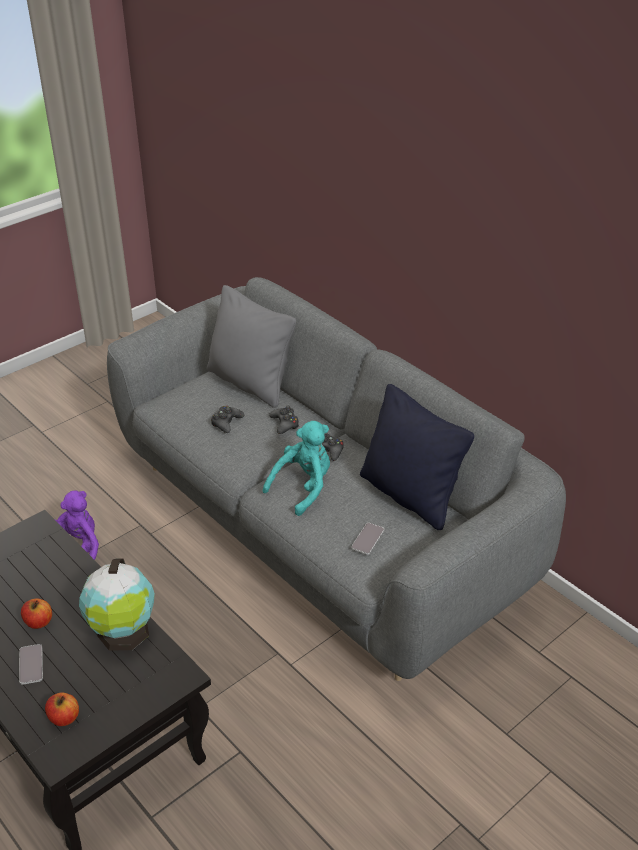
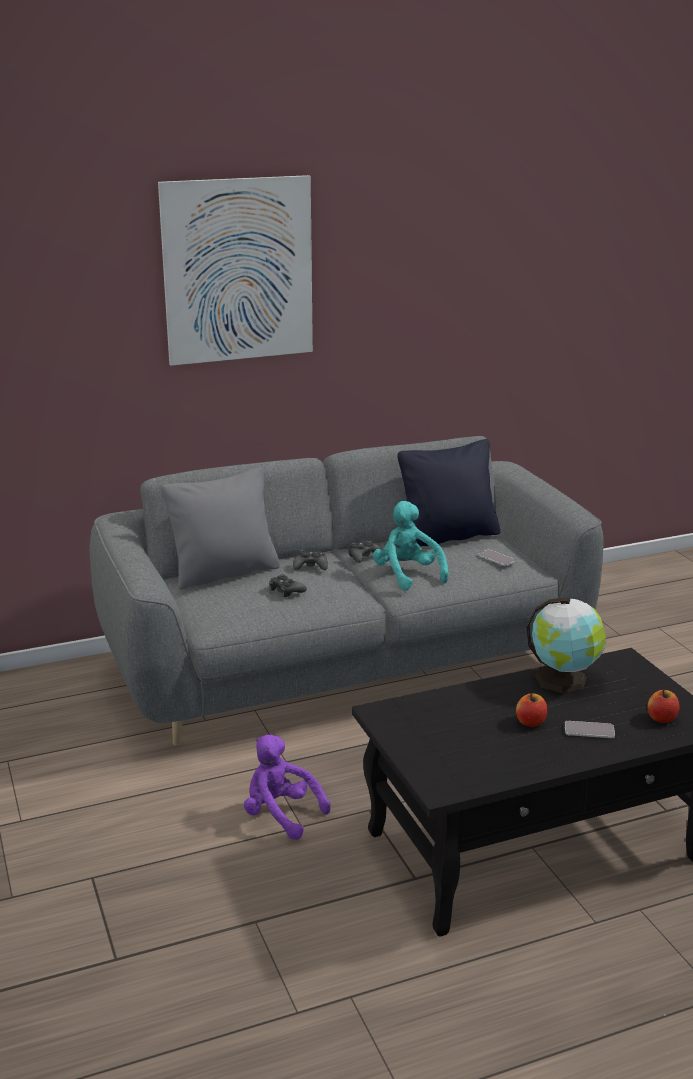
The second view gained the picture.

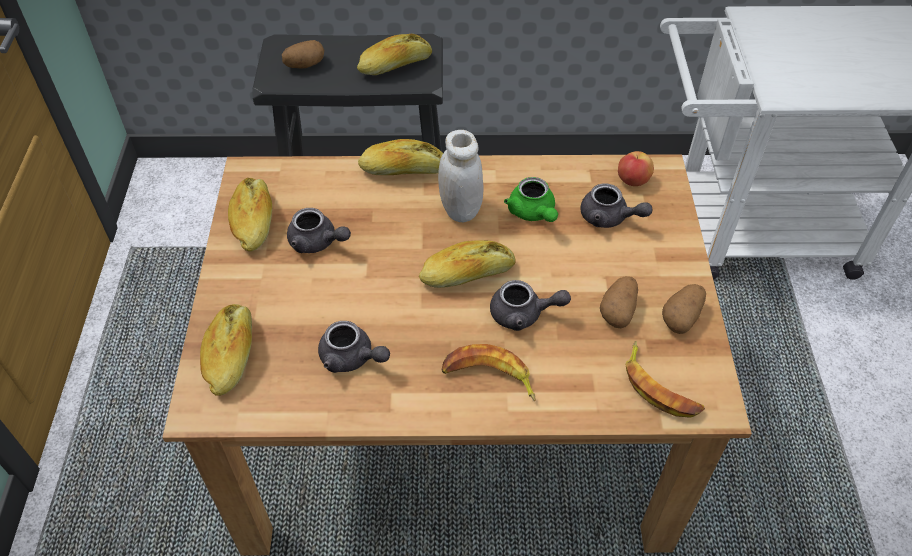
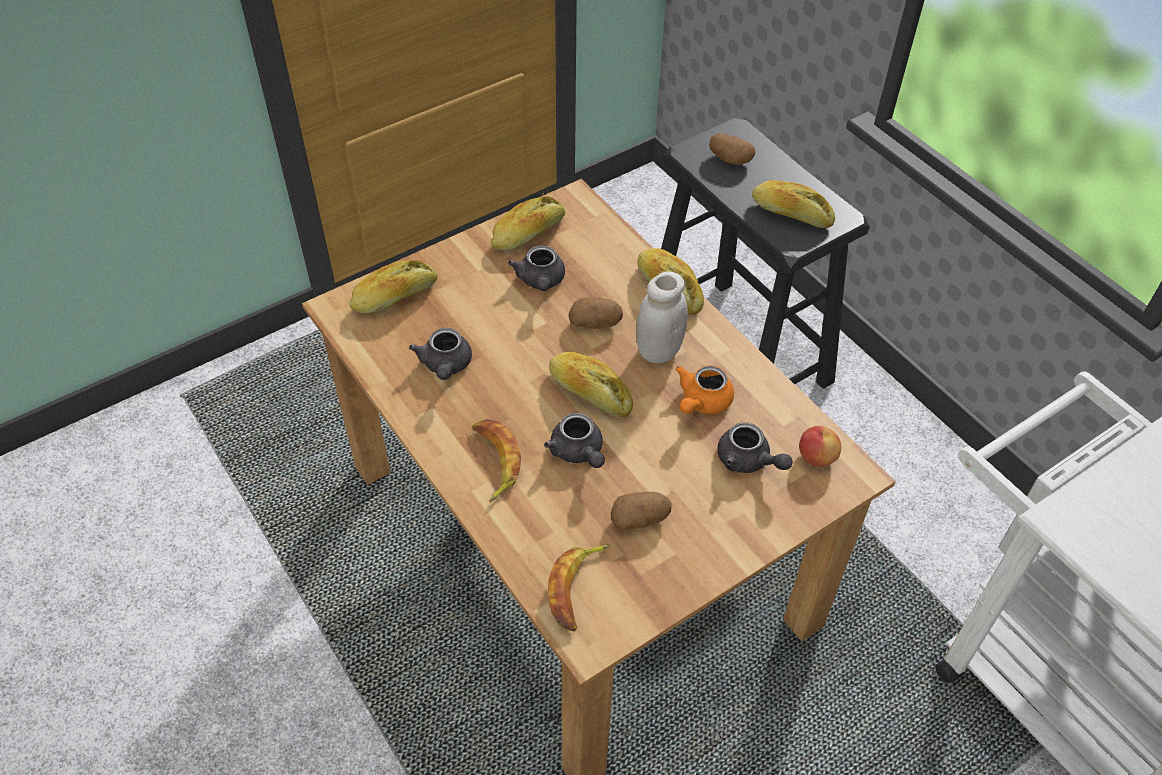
The potato (no. 3 from left in the first image) ended up elsewhere. What was the green teapot turned into the orange teapot. The grey teapot (no. 4 from left) ended up facing another way, 45 degrees counterclockwise from before.

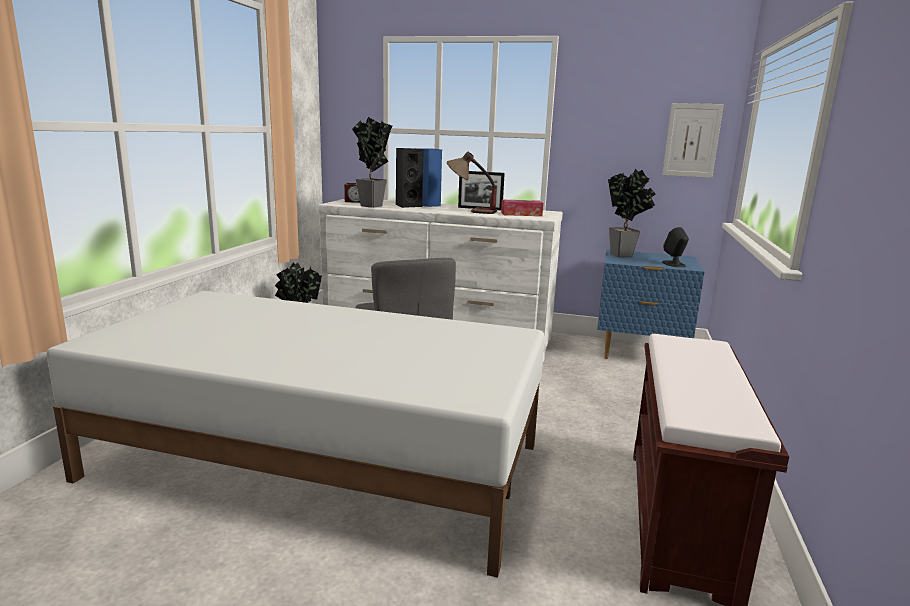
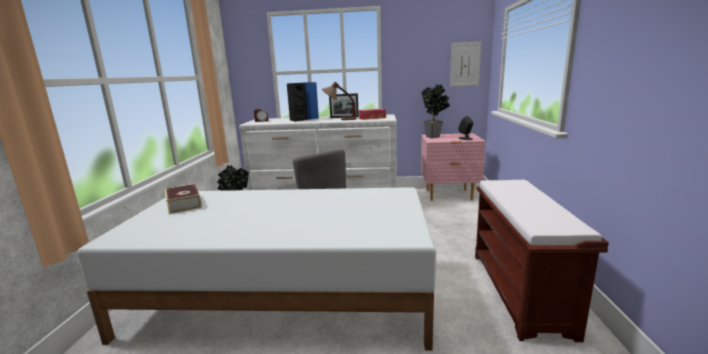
The second view gained the book. What was the blue nightstand turned into the pink nightstand. The second view lost the potted plant (no. 2 from left).

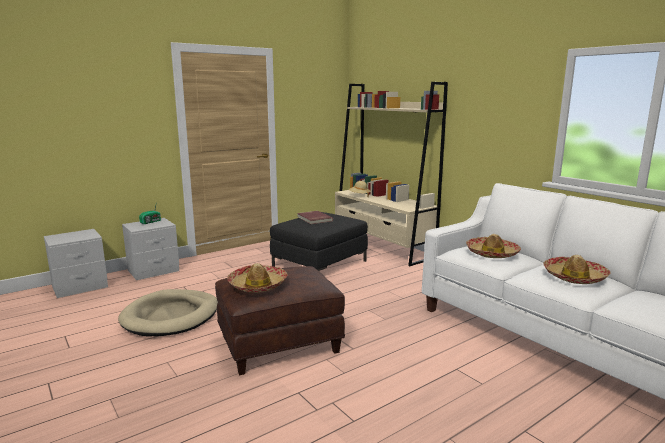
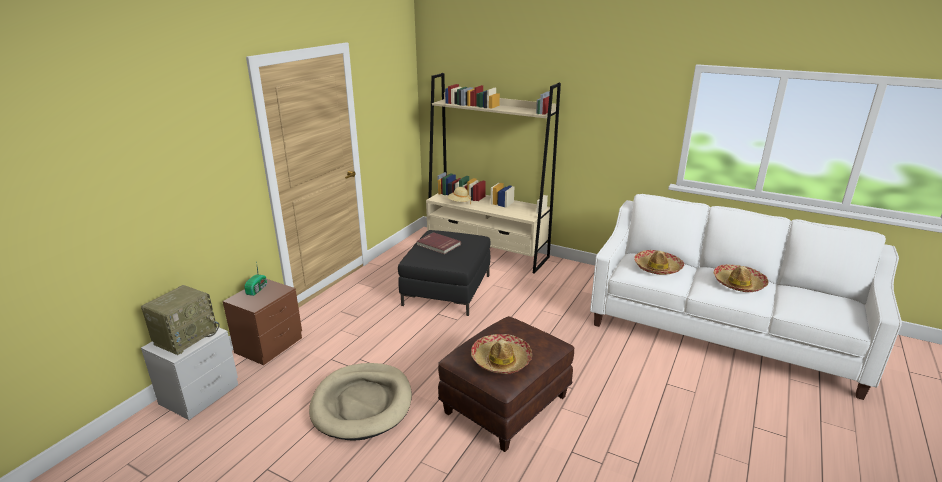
The second view gained the radio (no. 1 from left). What was the grey nightstand (no. 2 from left) turned into the brown nightstand.

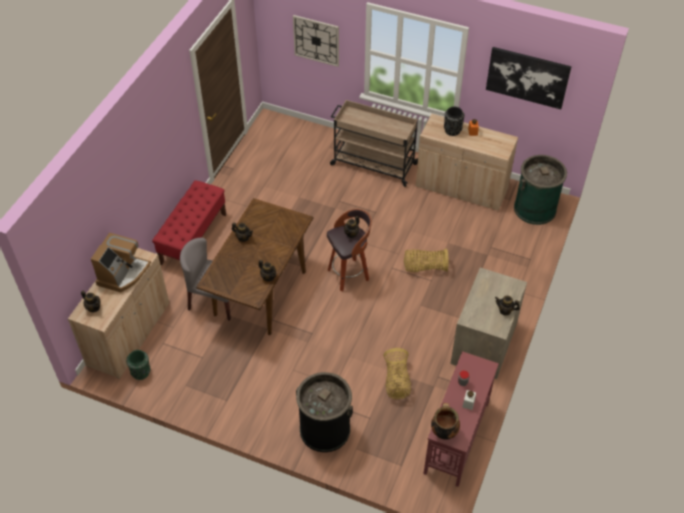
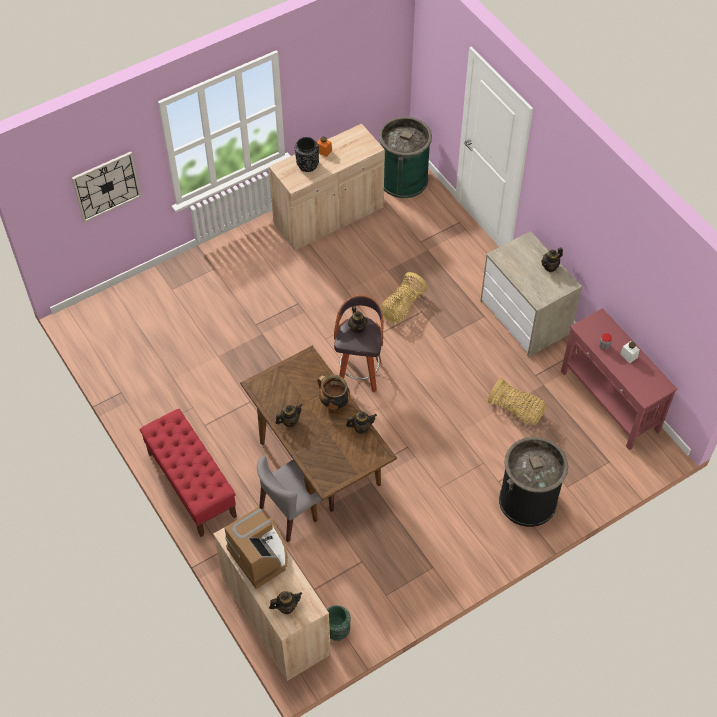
The cooking pot ended up elsewhere. The second view lost the beige cart. The second view lost the picture.

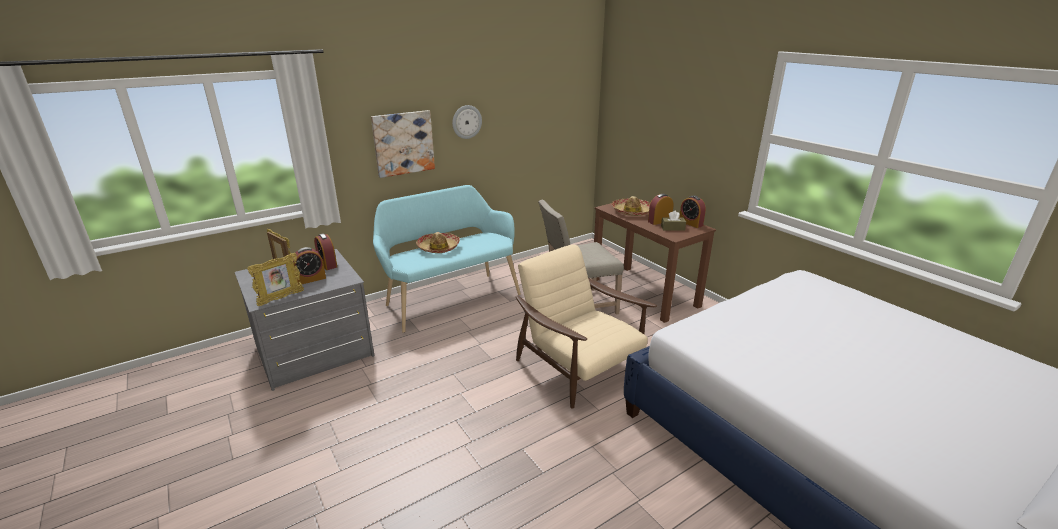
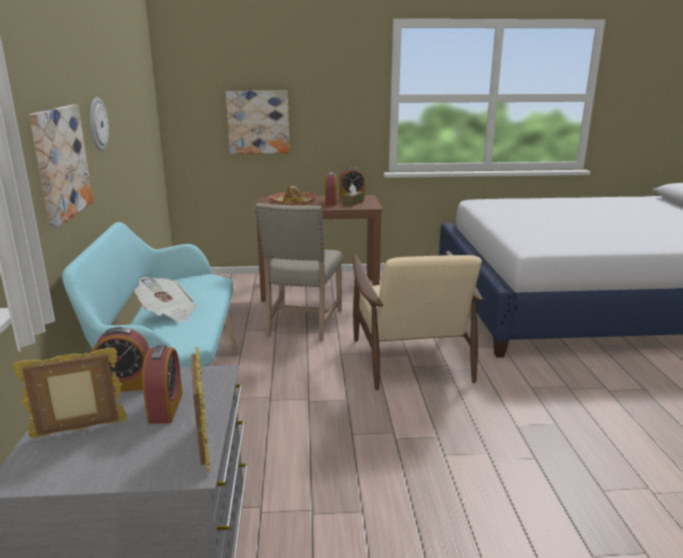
Where the hat (no. 1 from left) stood, the newspaper came to stand. The second view gained the picture (no. 2 from left). The beige armchair ended up facing another way, 90 degrees counterclockwise from before.

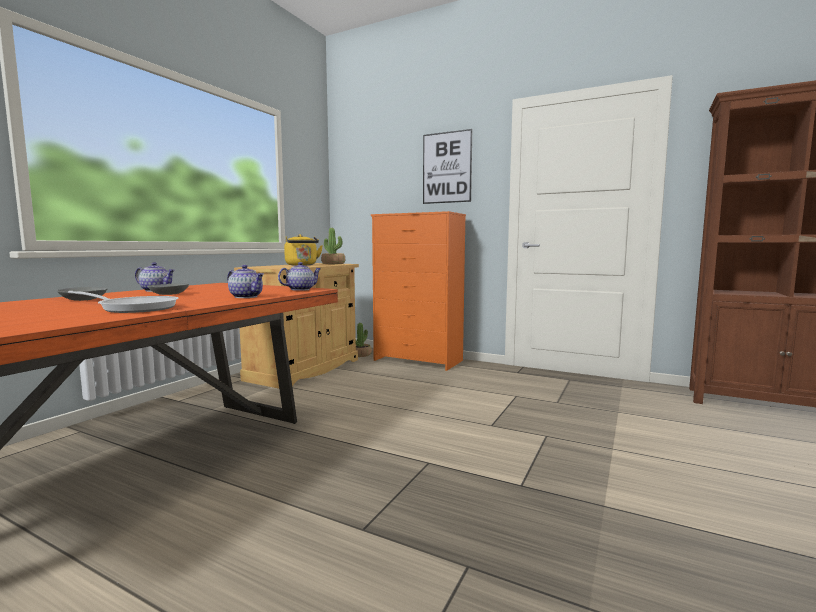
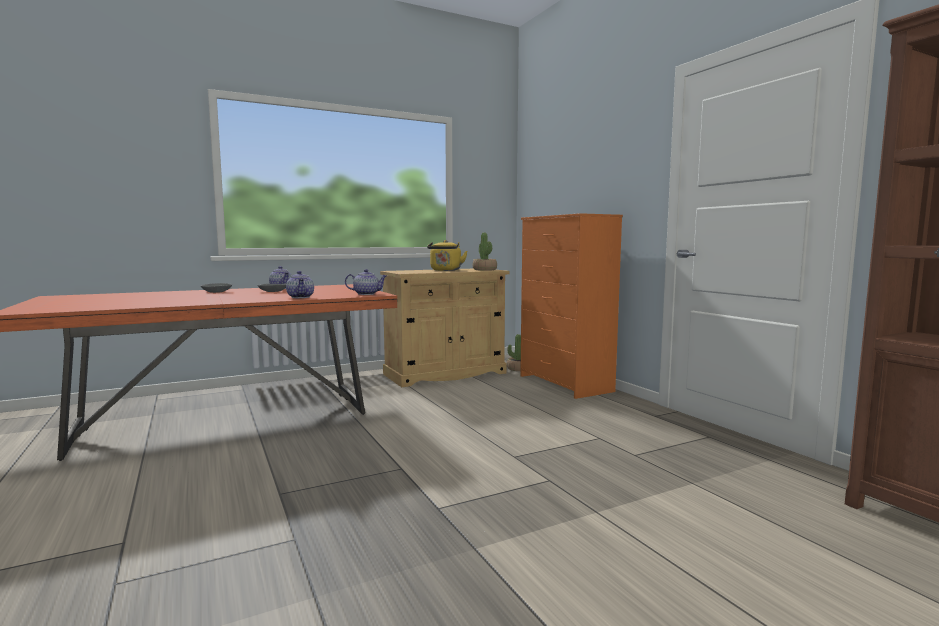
The second view lost the frying pan. The second view lost the picture.

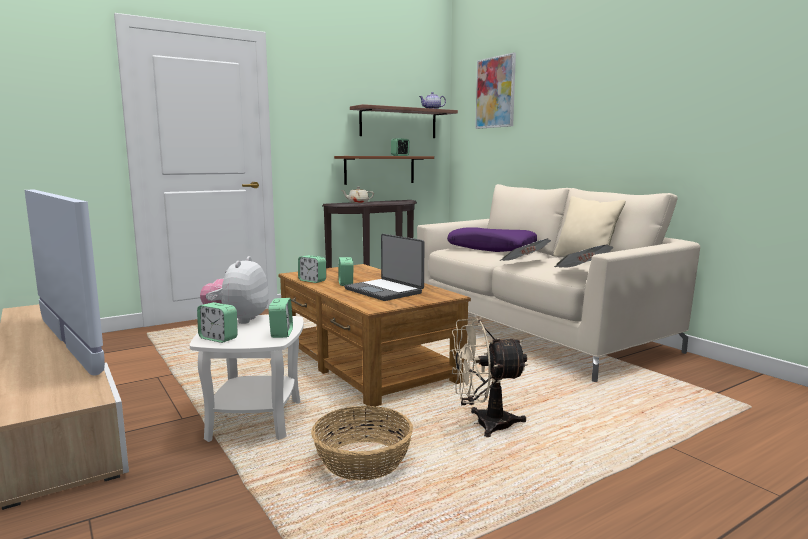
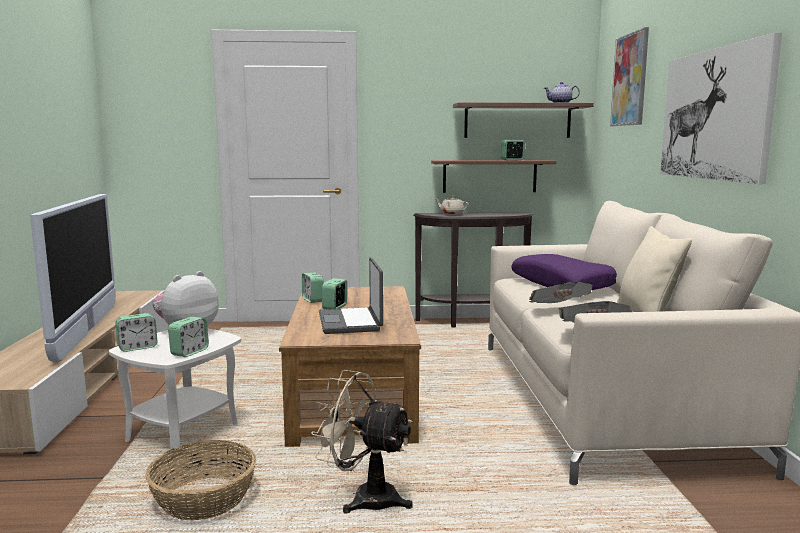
The alarm clock (no. 1 from left) ended up facing another way, 90 degrees counterclockwise from before. The second view gained the picture (no. 2 from left).

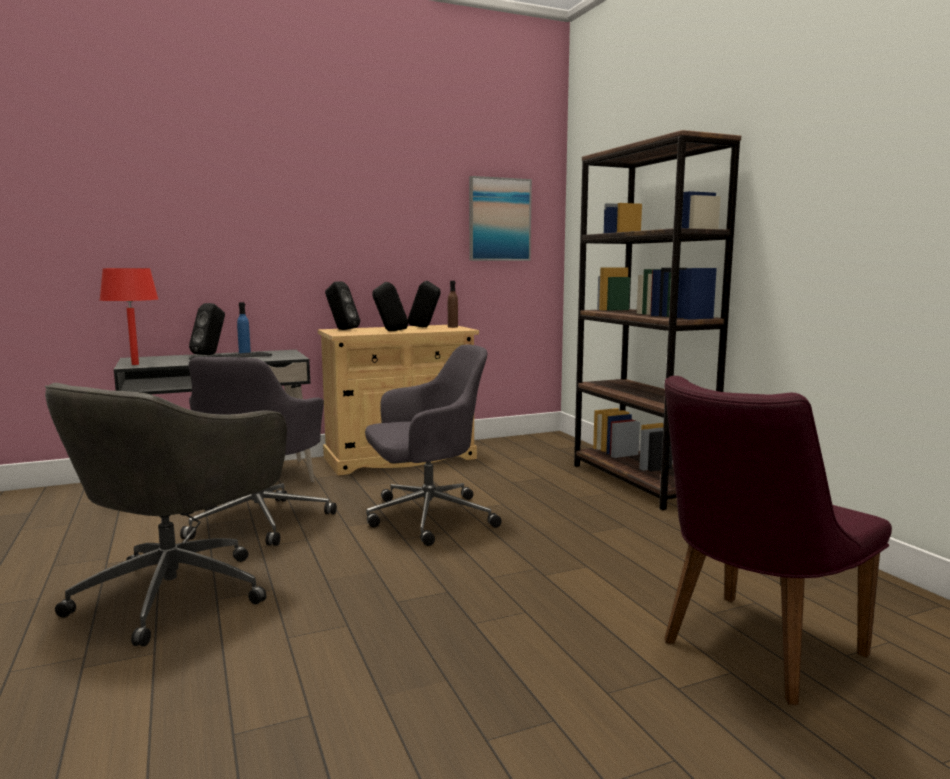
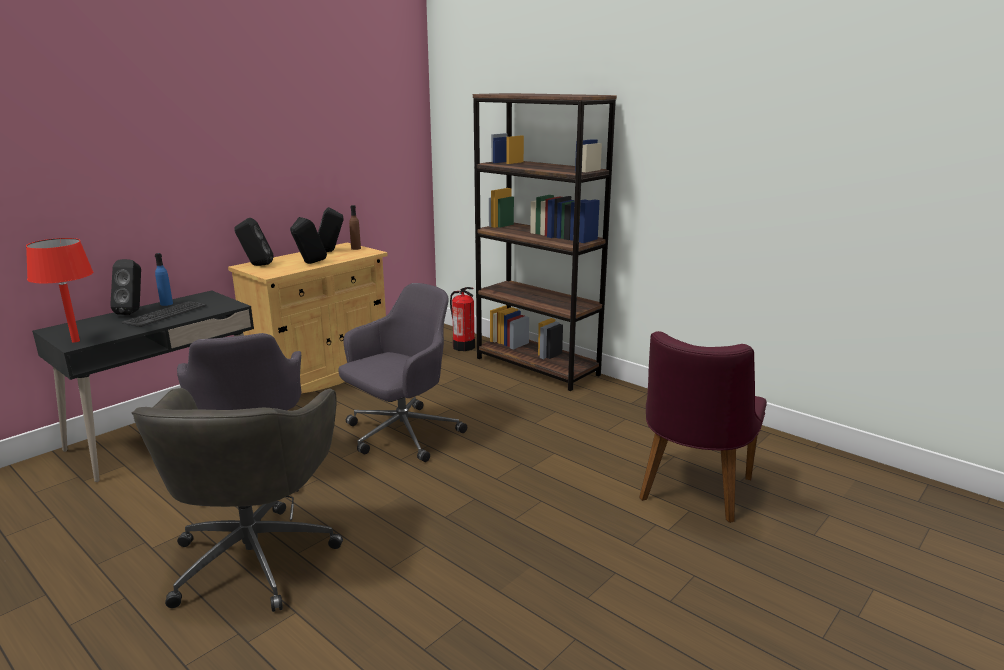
The second view gained the fire extinguisher. The second view lost the picture.

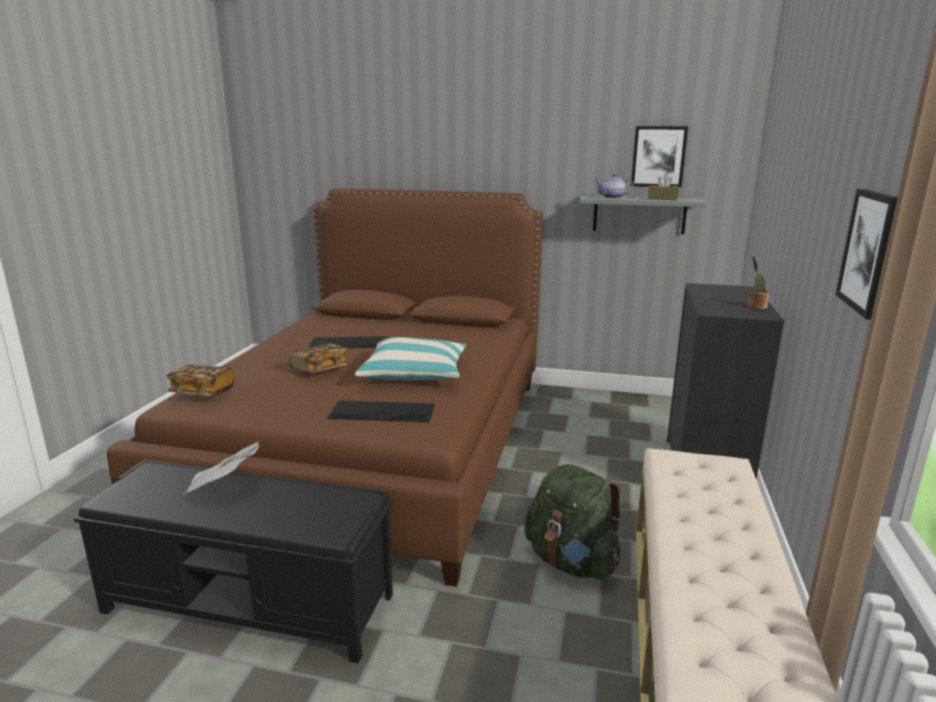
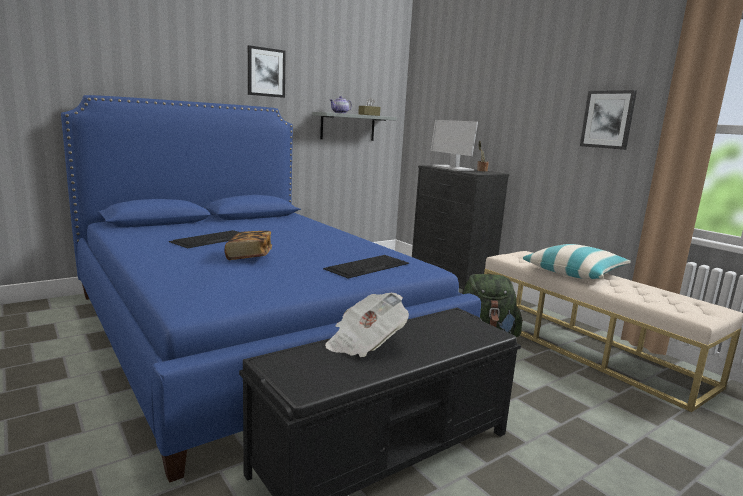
What was the brown bed turned into the blue bed. The picture (no. 1 from left) ended up elsewhere. The second view gained the monitor. The pillow ended up elsewhere. The second view lost the book (no. 1 from left).

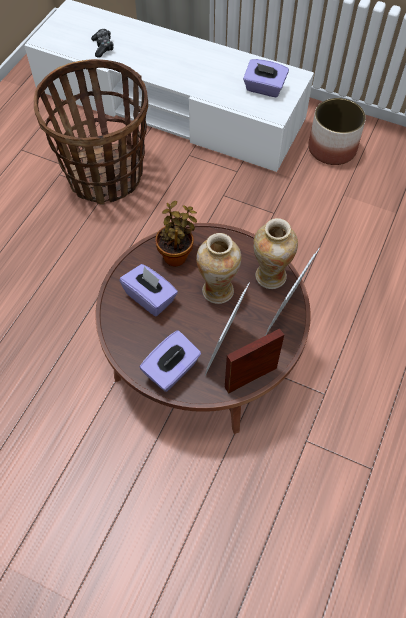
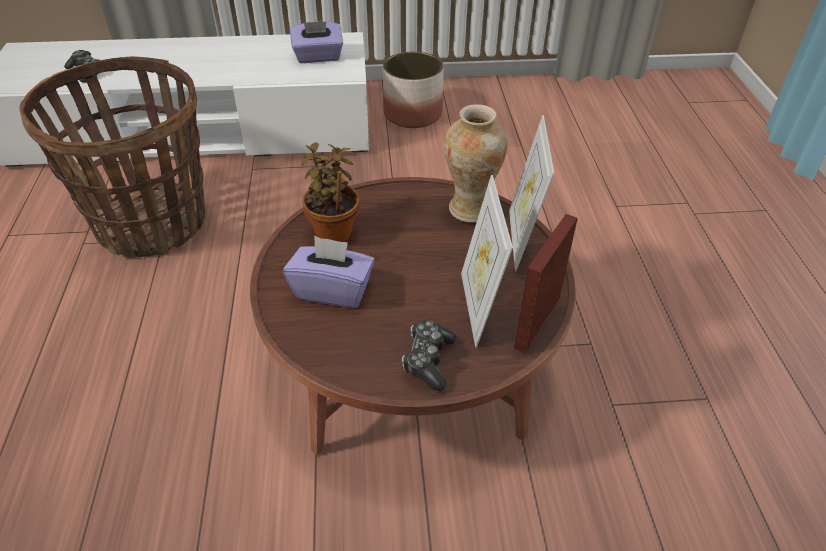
Where the purple tissue box (no. 2 from left) stood, the game controller (no. 2 from left) came to stand. The second view lost the vase (no. 1 from left).

